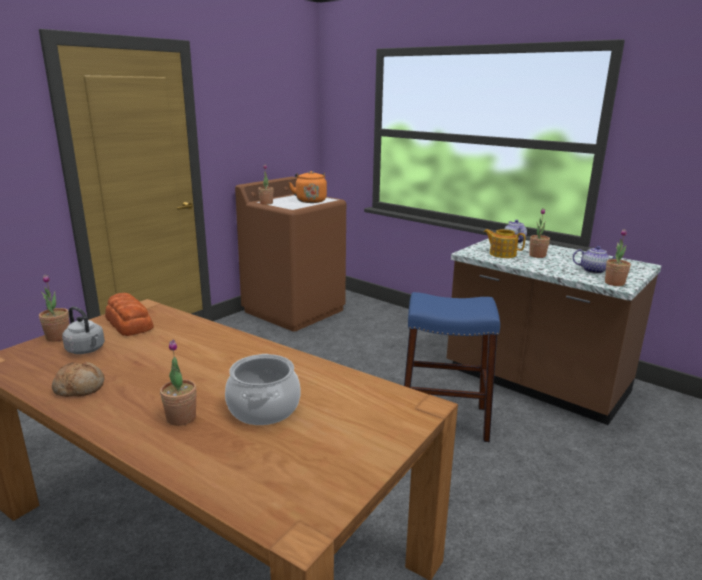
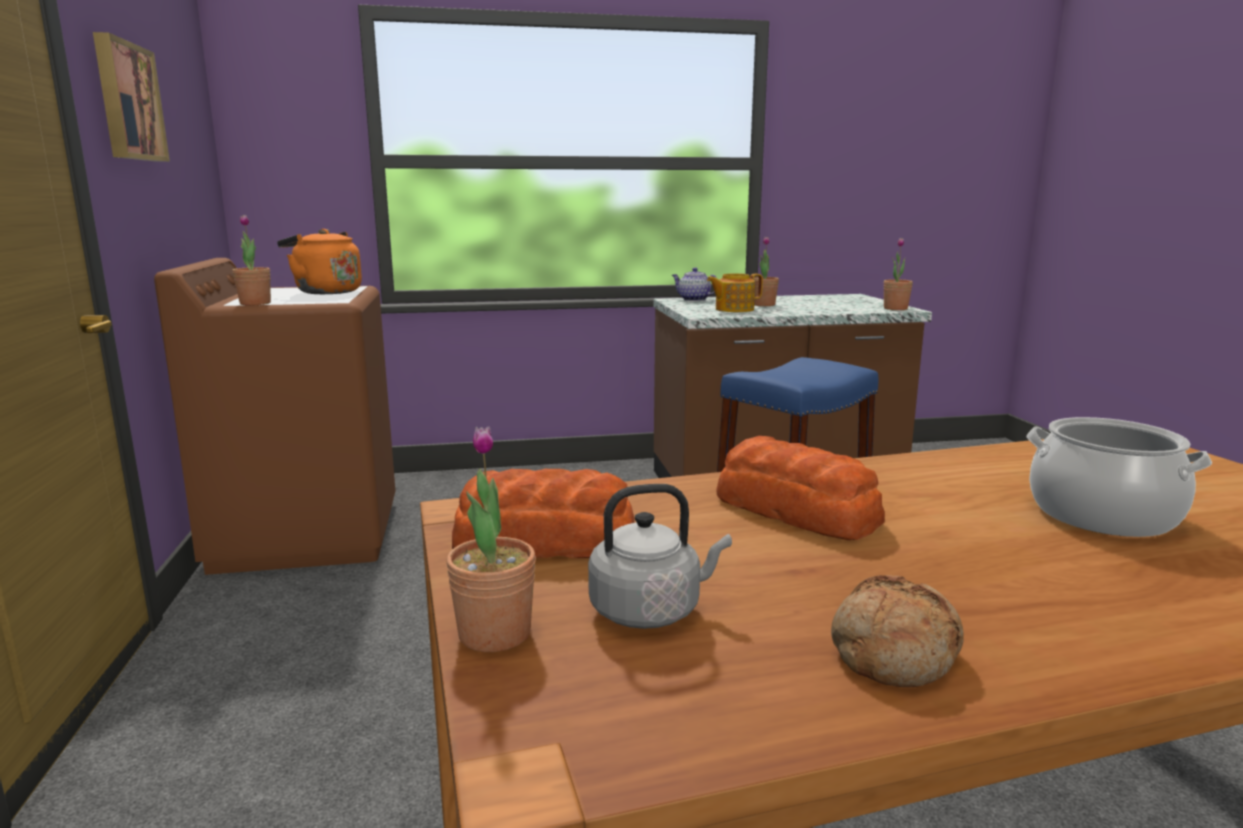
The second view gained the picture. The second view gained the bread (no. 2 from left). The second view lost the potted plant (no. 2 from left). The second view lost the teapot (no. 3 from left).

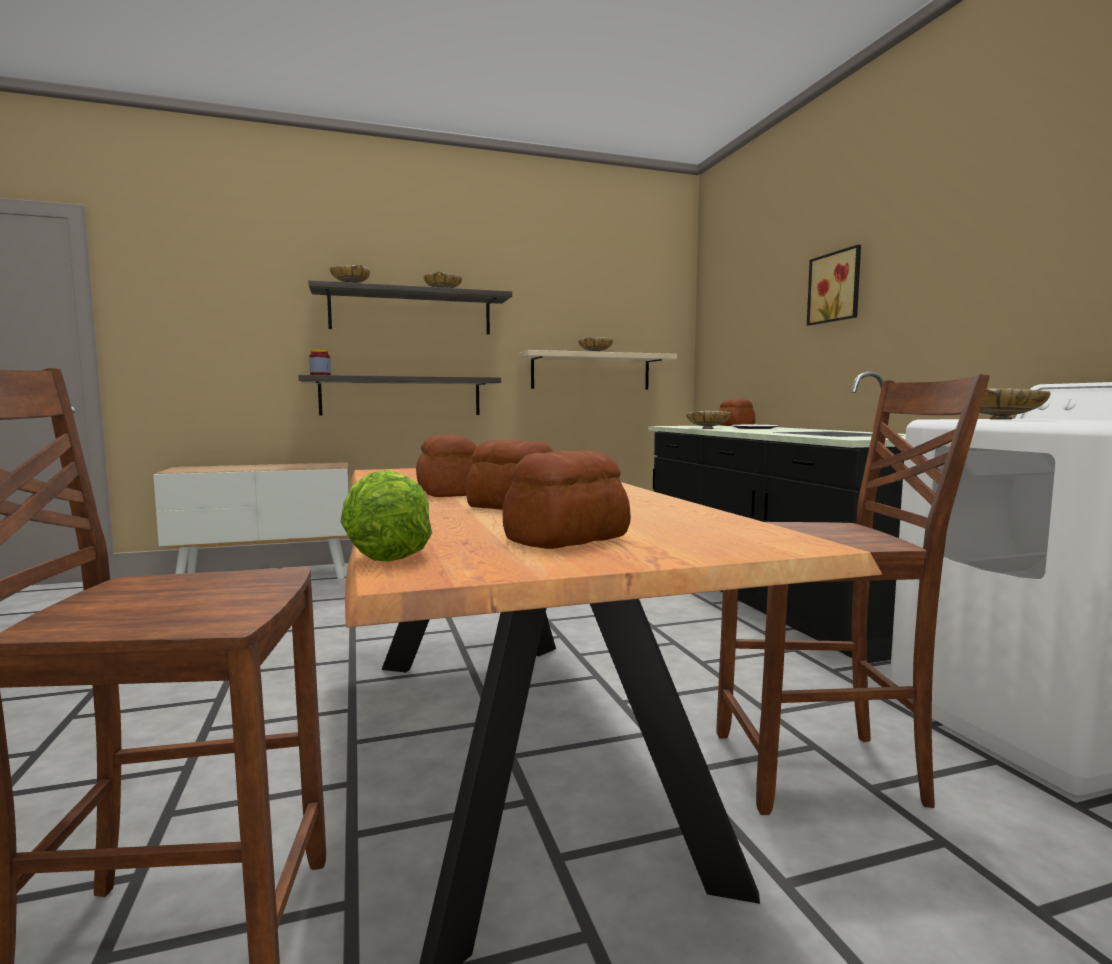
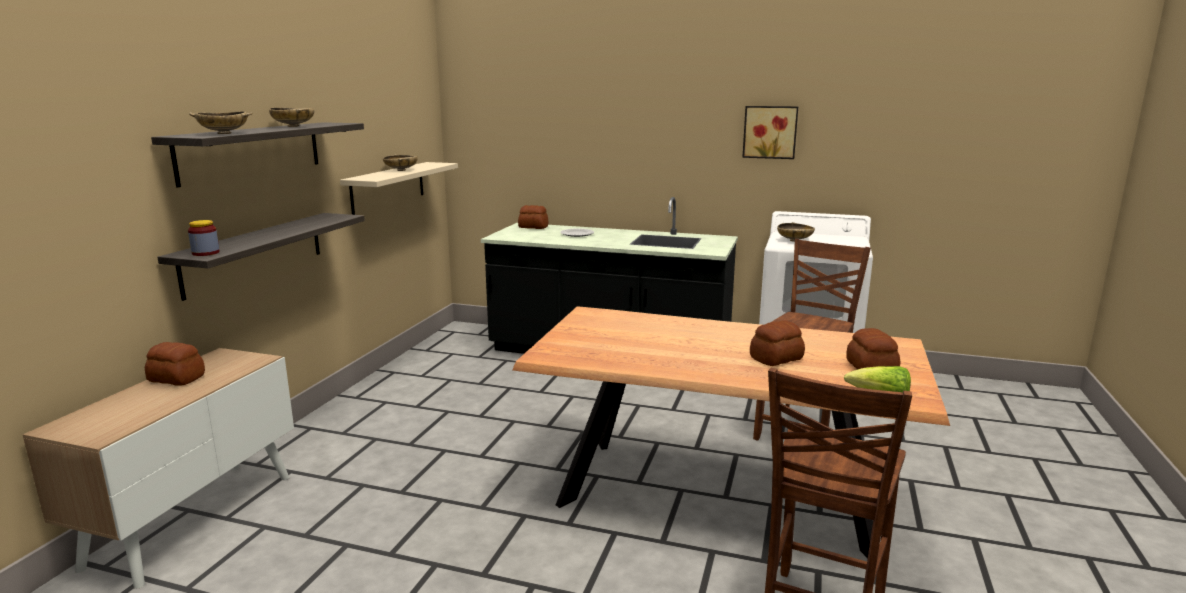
The bread (no. 1 from left) ended up elsewhere. The picture ended up elsewhere. The second view lost the beige bowl (no. 4 from left).

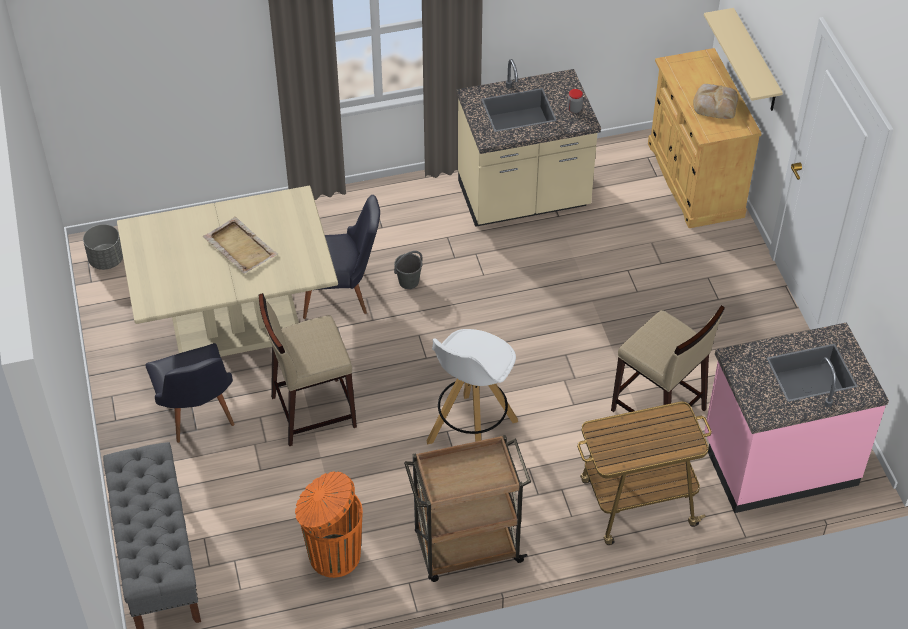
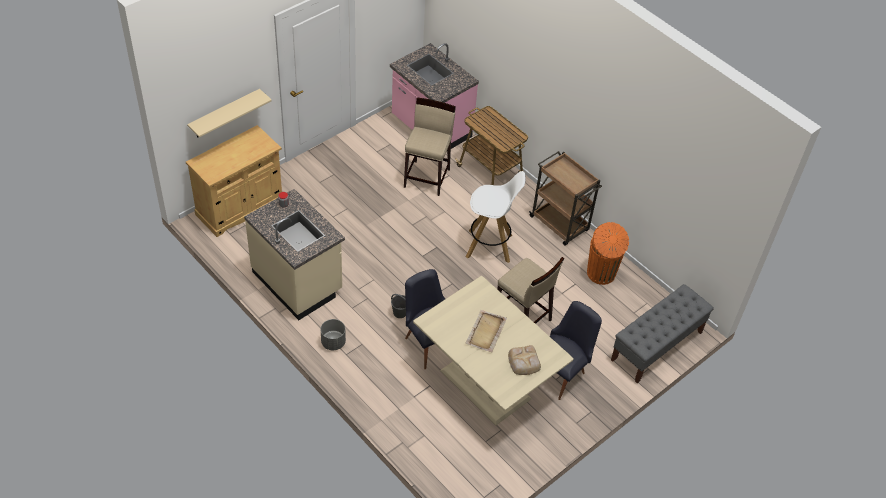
The grey planter ended up elsewhere. The bread ended up elsewhere.

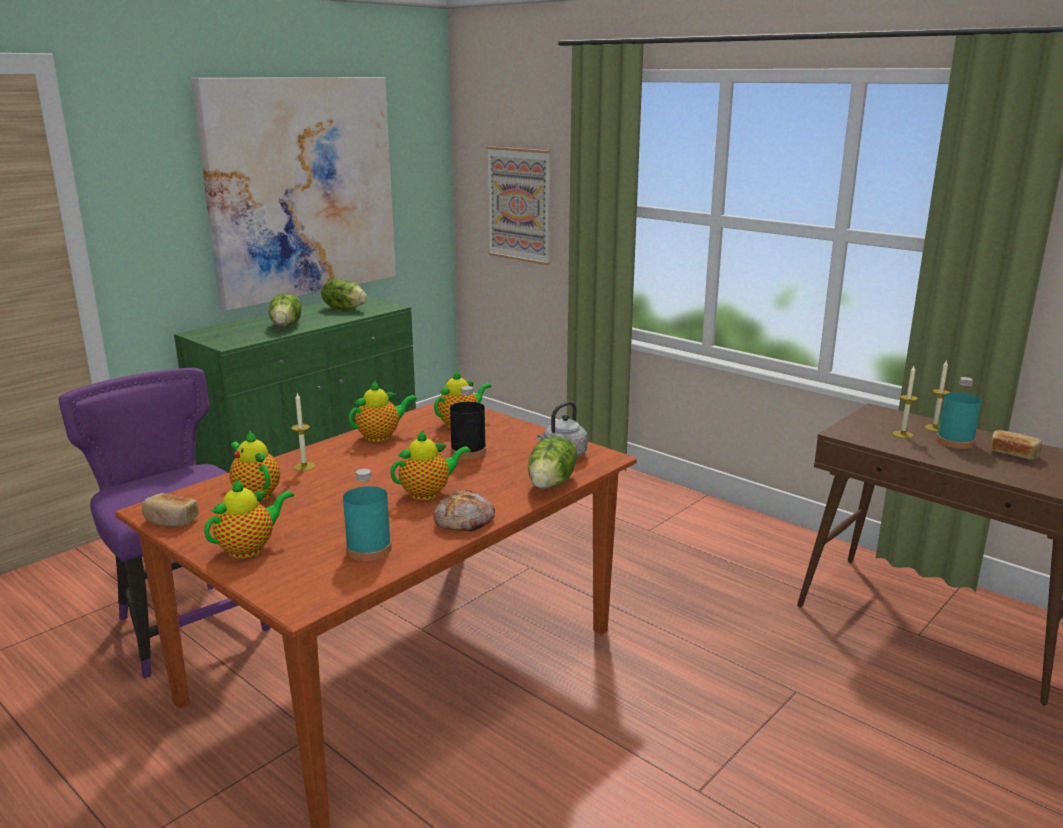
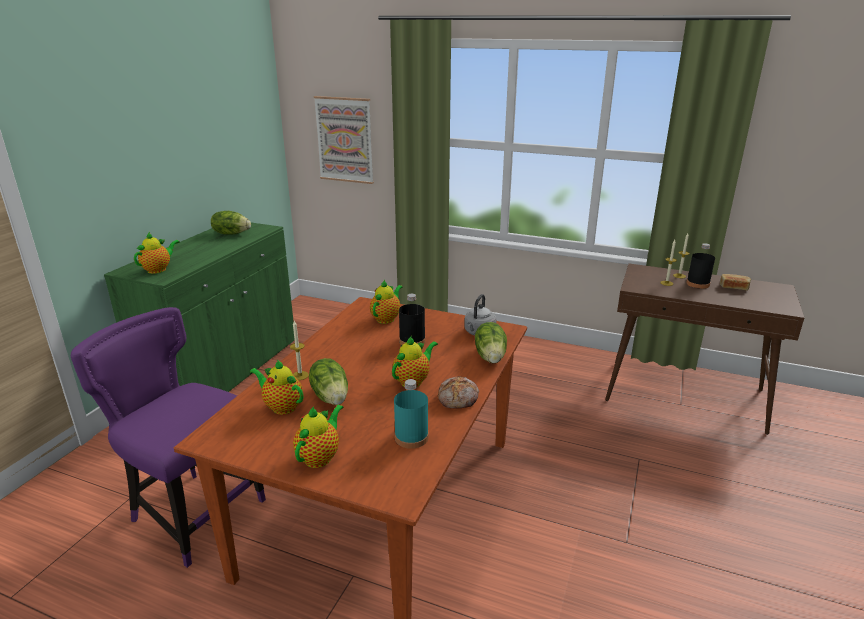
The teapot (no. 3 from left in the first image) ended up elsewhere. The lettuce (no. 1 from left in the first image) ended up elsewhere. What was the turquoise bottle (no. 2 from left) turned into the black bottle (no. 2 from left). The second view lost the bread (no. 1 from left). The second view lost the picture (no. 1 from left).

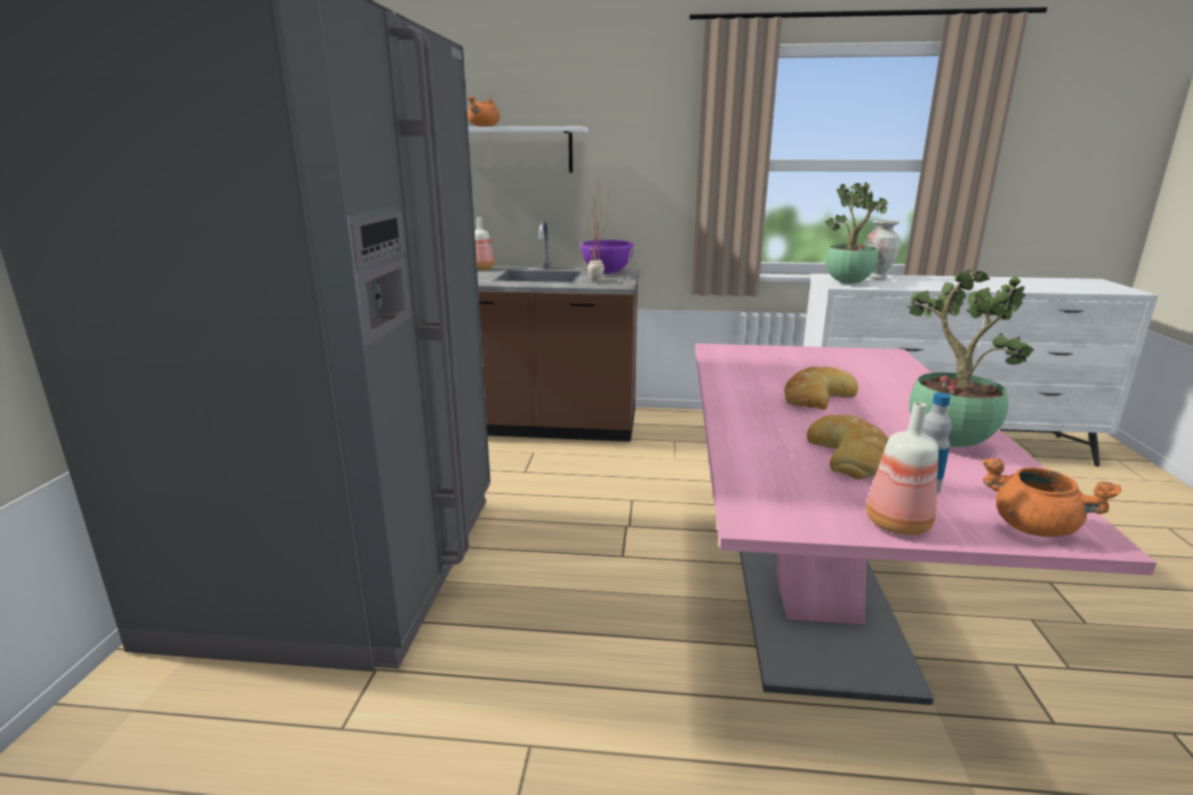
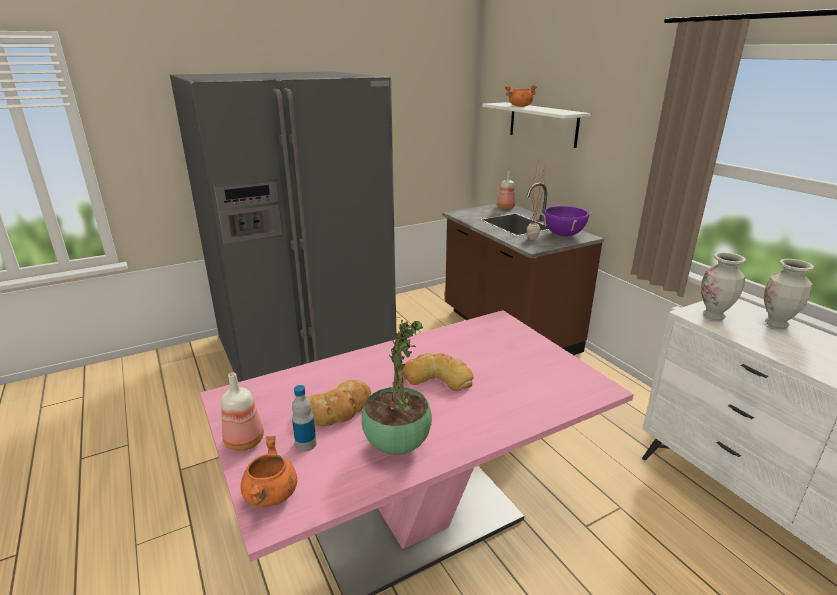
Where the potted plant (no. 2 from left) stood, the vase (no. 1 from left) came to stand.

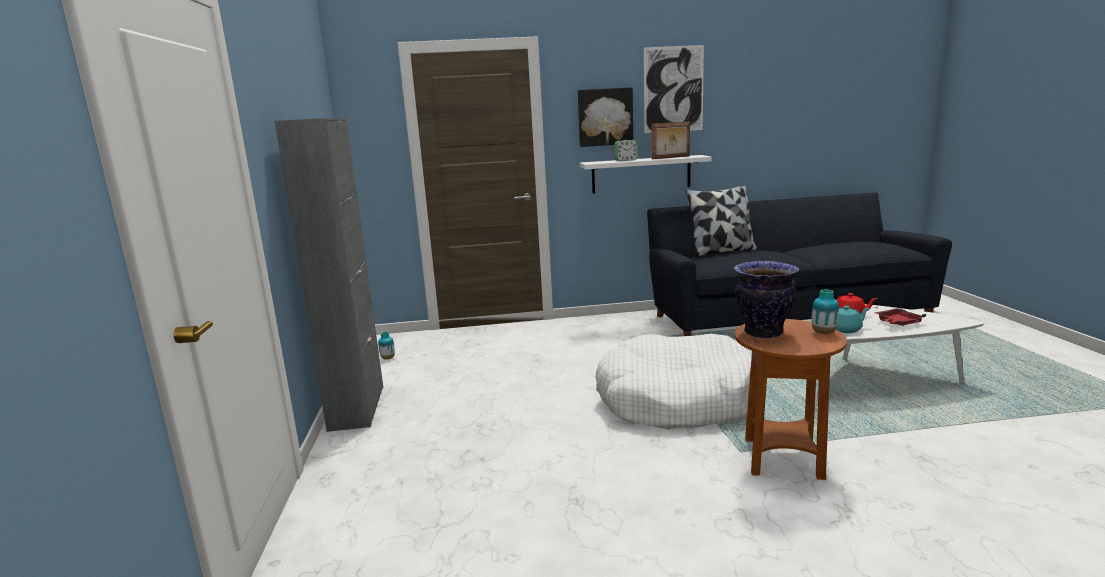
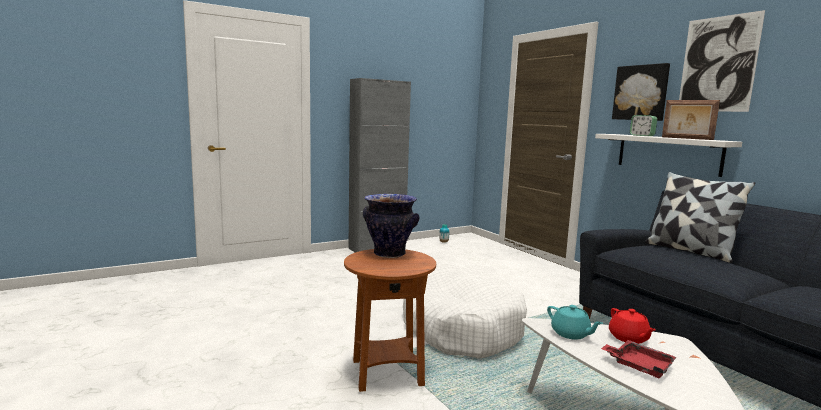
The second view lost the vase (no. 3 from left).

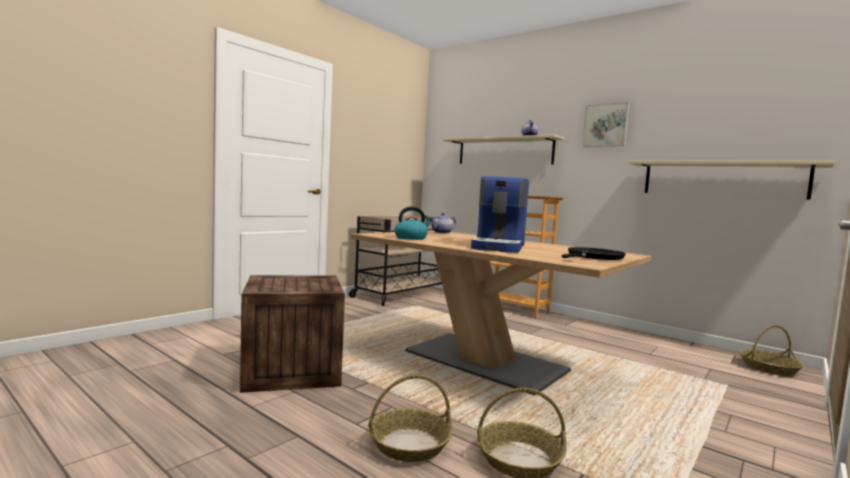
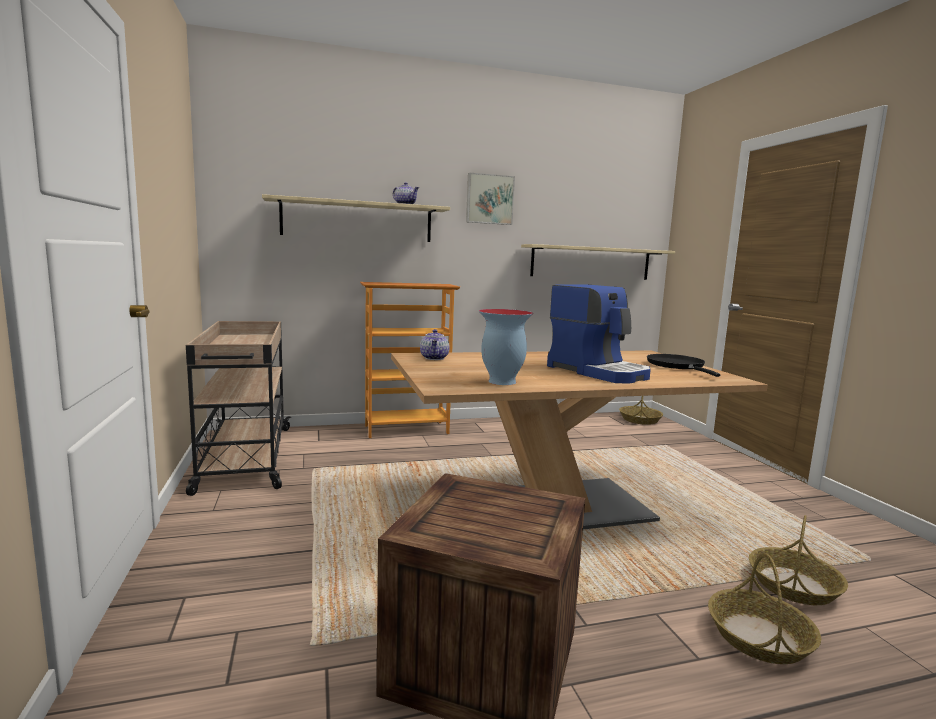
Where the kettle stood, the vase came to stand.

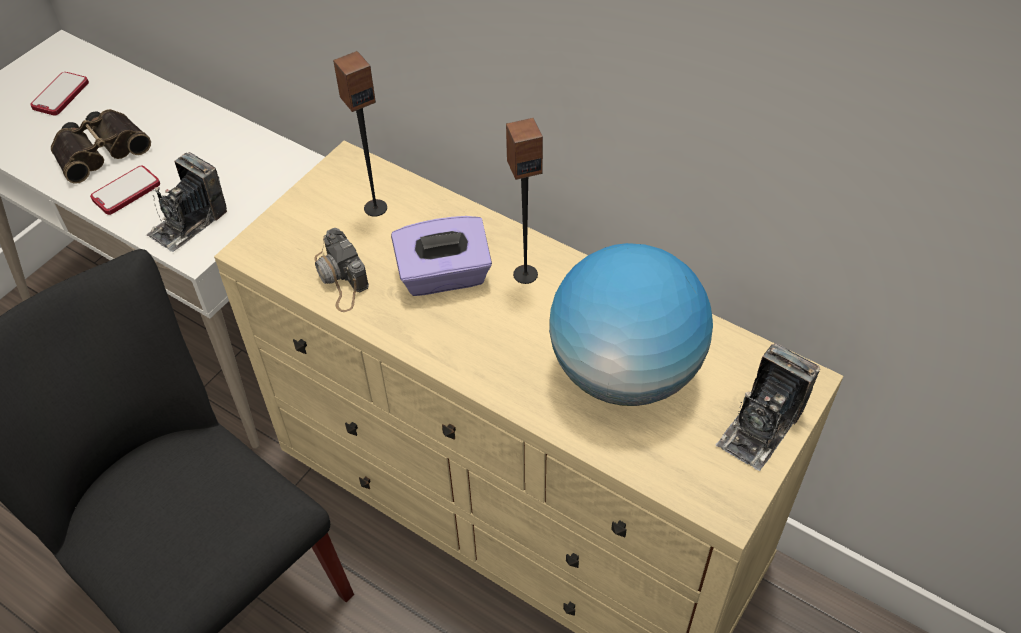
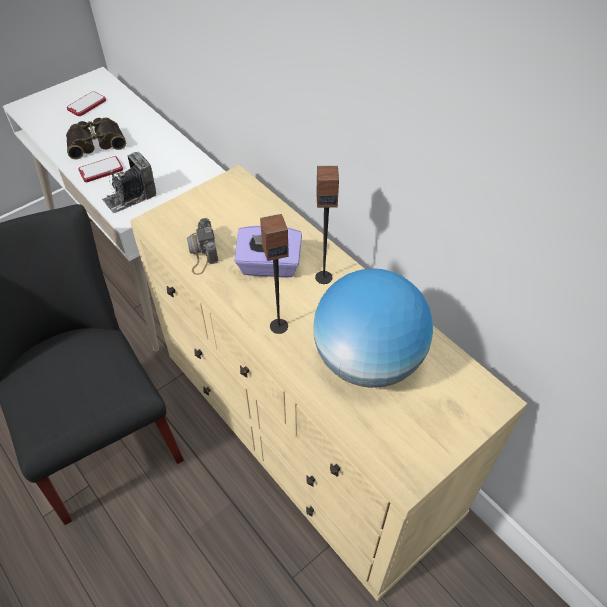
The speaker (no. 1 from left) ended up elsewhere. The second view lost the photo camera (no. 3 from left).

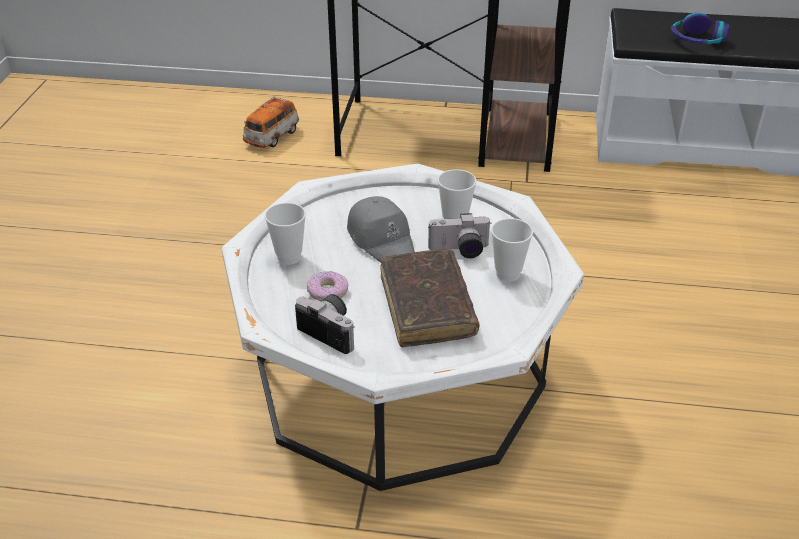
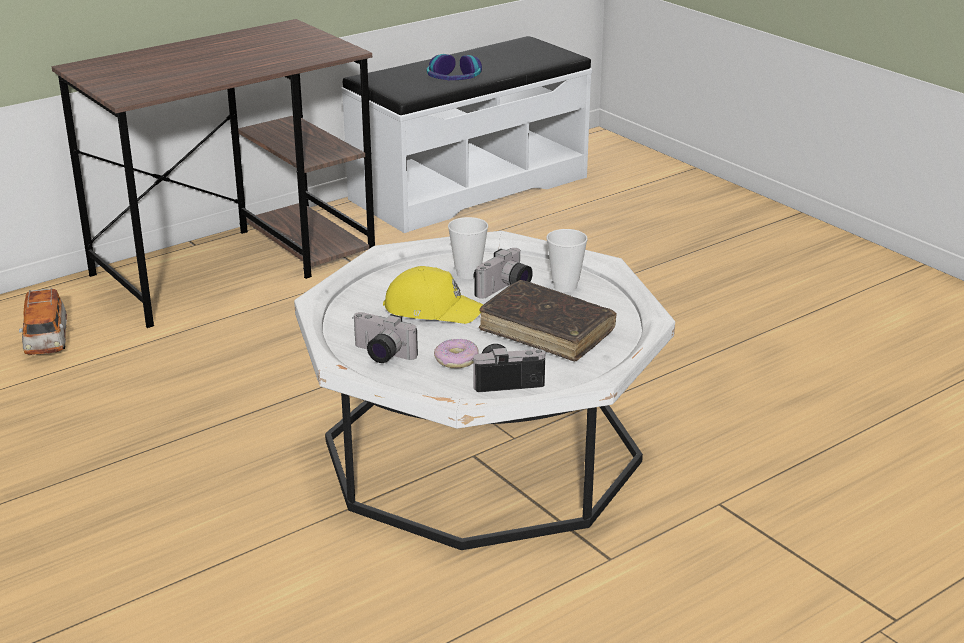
Where the cup (no. 1 from left) stood, the photo camera (no. 1 from left) came to stand. What was the grey cap turned into the yellow cap.

